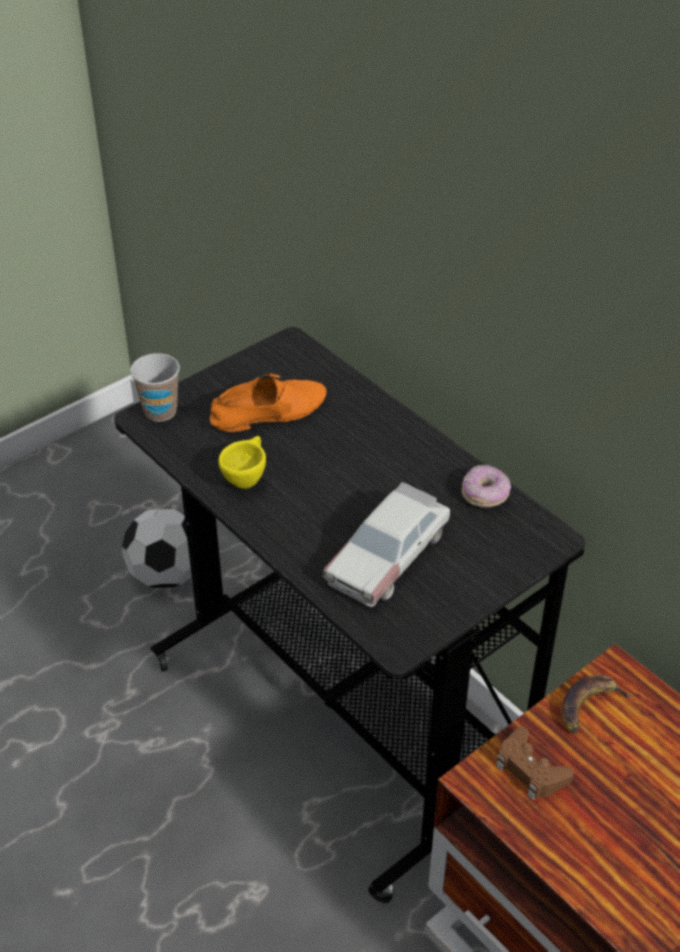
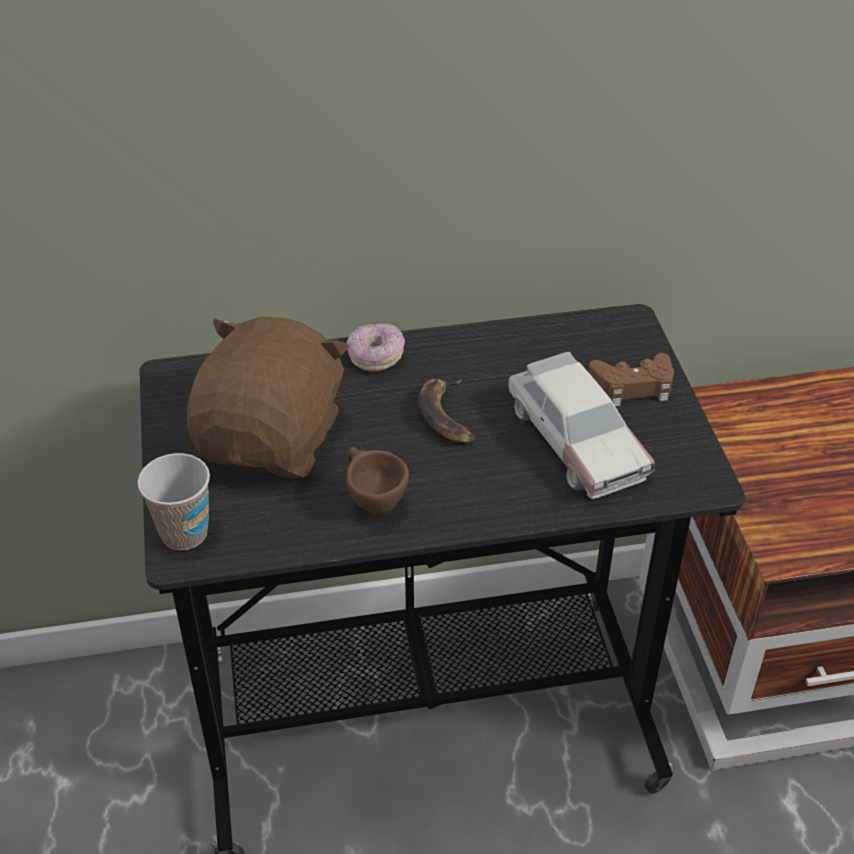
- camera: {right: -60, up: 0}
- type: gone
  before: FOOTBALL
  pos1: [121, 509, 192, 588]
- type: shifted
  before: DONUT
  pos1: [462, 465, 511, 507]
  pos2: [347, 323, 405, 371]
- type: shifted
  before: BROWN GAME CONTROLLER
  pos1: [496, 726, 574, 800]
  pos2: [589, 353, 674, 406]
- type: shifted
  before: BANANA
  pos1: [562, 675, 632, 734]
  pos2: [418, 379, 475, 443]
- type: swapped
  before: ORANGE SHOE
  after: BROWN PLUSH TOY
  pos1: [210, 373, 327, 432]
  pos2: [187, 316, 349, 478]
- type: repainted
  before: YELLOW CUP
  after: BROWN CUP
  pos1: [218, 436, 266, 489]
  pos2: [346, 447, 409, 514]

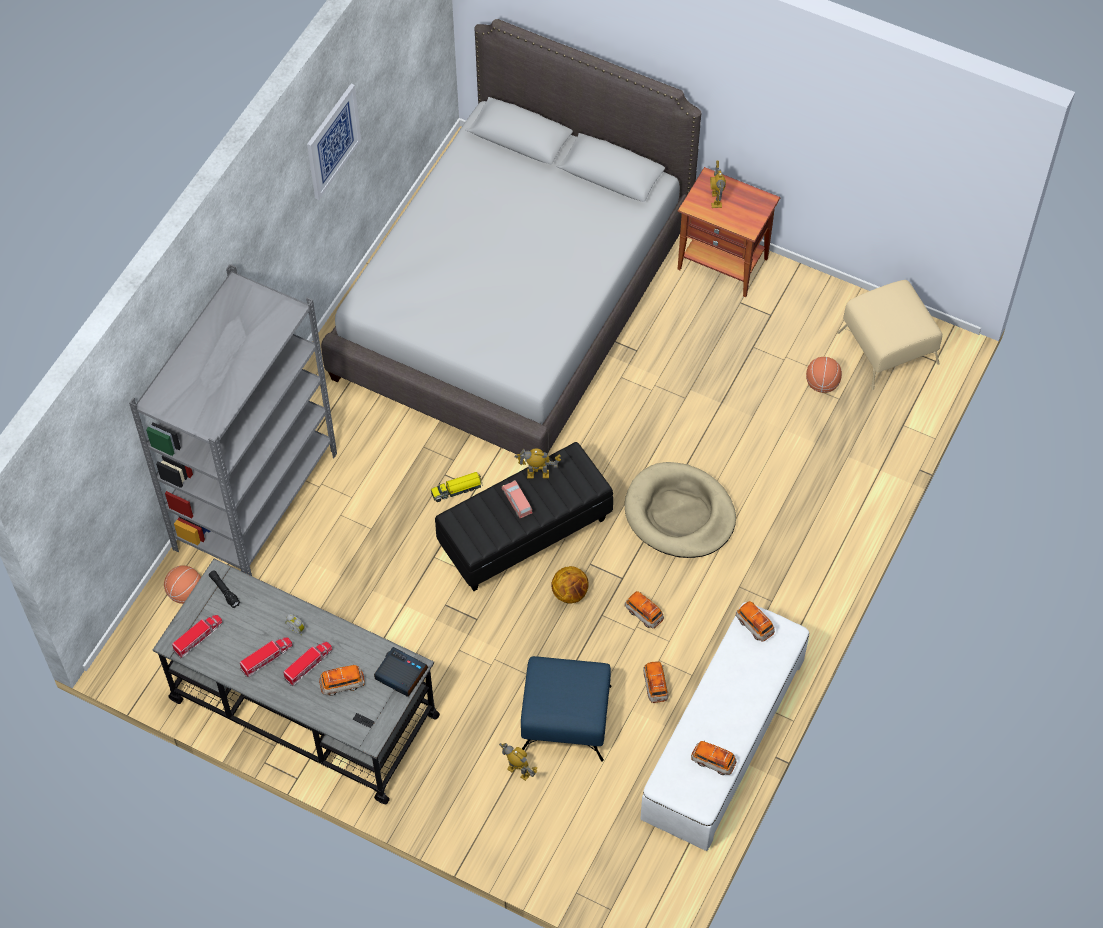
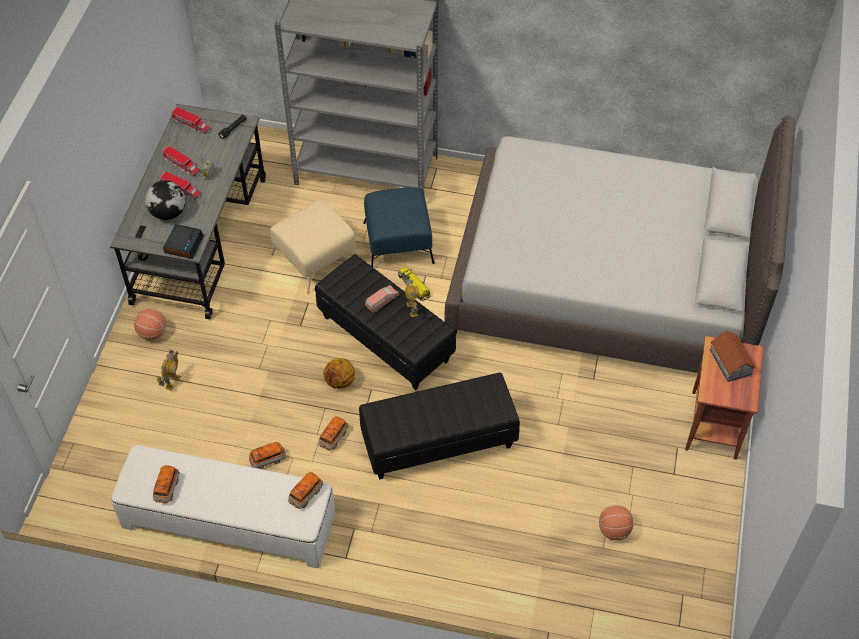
- camera: {right: 75, up: -5}
- type: gone
  before: PICTURE
  pos1: [307, 84, 361, 200]
- type: shifted
  before: BASKETBALL
  pos1: [164, 565, 201, 604]
  pos2: [134, 309, 166, 340]
- type: shifted
  before: BLUE OTTOMAN
  pos1: [521, 656, 611, 761]
  pos2: [363, 187, 434, 267]
- type: shifted
  before: BEIGE OTTOMAN
  pos1: [837, 280, 943, 390]
  pos2: [270, 199, 356, 294]
- type: swapped
  before: TOY CAR
  after: GLOBE
  pos1: [319, 664, 365, 696]
  pos2: [145, 180, 186, 220]
- type: swapped
  before: BEIGE DOG BED
  after: BLACK OTTOMAN
  pos1: [625, 462, 736, 558]
  pos2: [359, 372, 520, 479]
- type: swapped
  before: TOY ROBOT
  after: TOY HOUSE
  pos1: [710, 160, 726, 208]
  pos2: [710, 330, 756, 382]

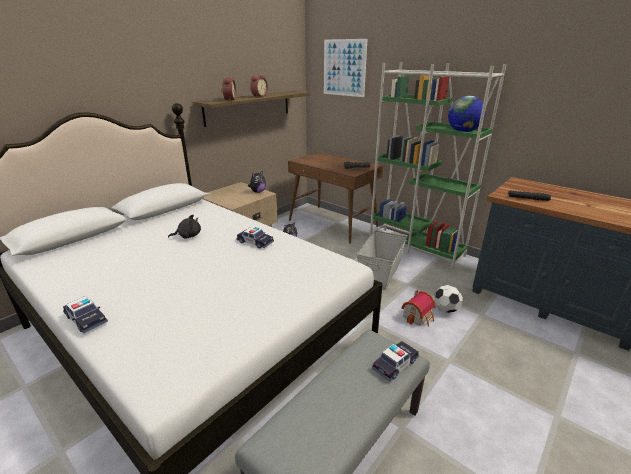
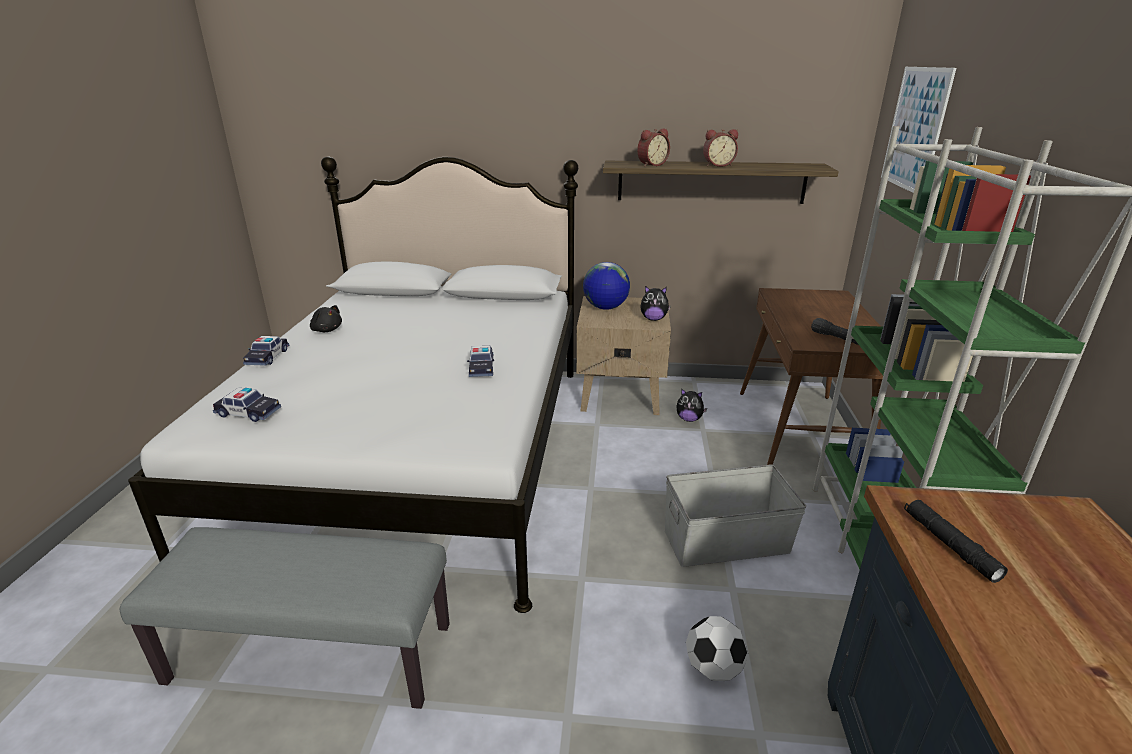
- camera: {right: 55, up: 0}
- type: gone
  before: TOY HOUSE
  pos1: [401, 290, 436, 327]
- type: shifted
  before: BLACK PLUSH TOY
  pos1: [168, 215, 201, 239]
  pos2: [310, 305, 342, 332]
- type: shifted
  before: TOY CAR
  pos1: [372, 341, 419, 381]
  pos2: [213, 387, 281, 422]
- type: shifted
  before: GLOBE
  pos1: [448, 96, 486, 132]
  pos2: [583, 262, 630, 310]

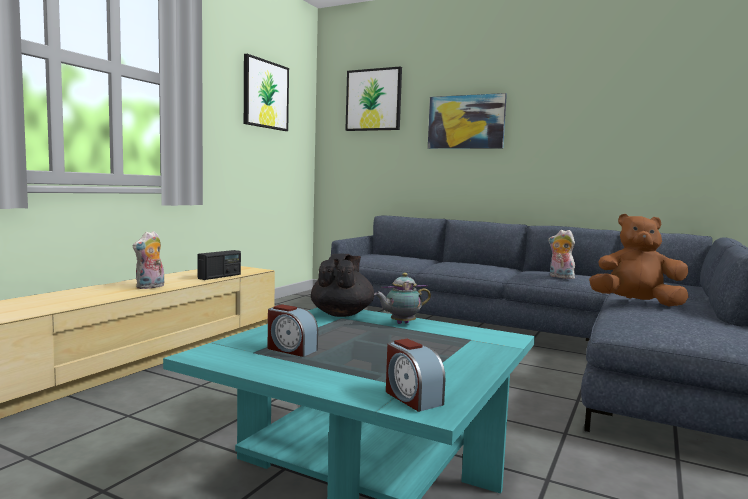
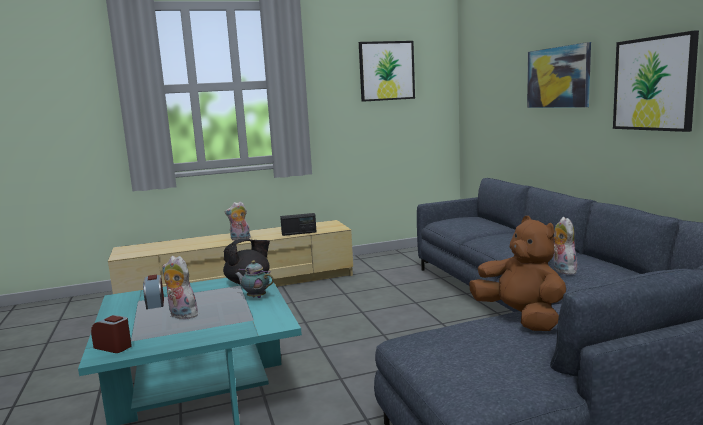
- camera: {right: 45, up: 5}
- type: new
  after: PLUSH TOY
  pos2: [162, 256, 198, 319]
- type: shifted
  before: PICTURE
  pos1: [345, 66, 402, 131]
  pos2: [613, 30, 699, 132]
- type: rotated
  before: ALARM CLOCK
  pos1: [386, 339, 445, 412]
  pos2: [91, 315, 132, 353]
  turn: 105

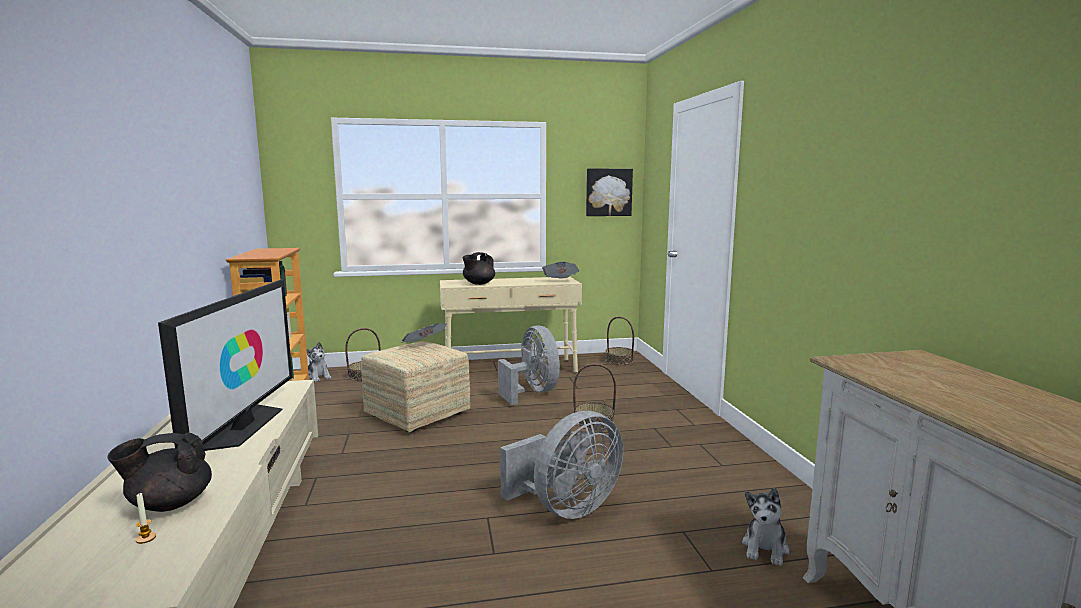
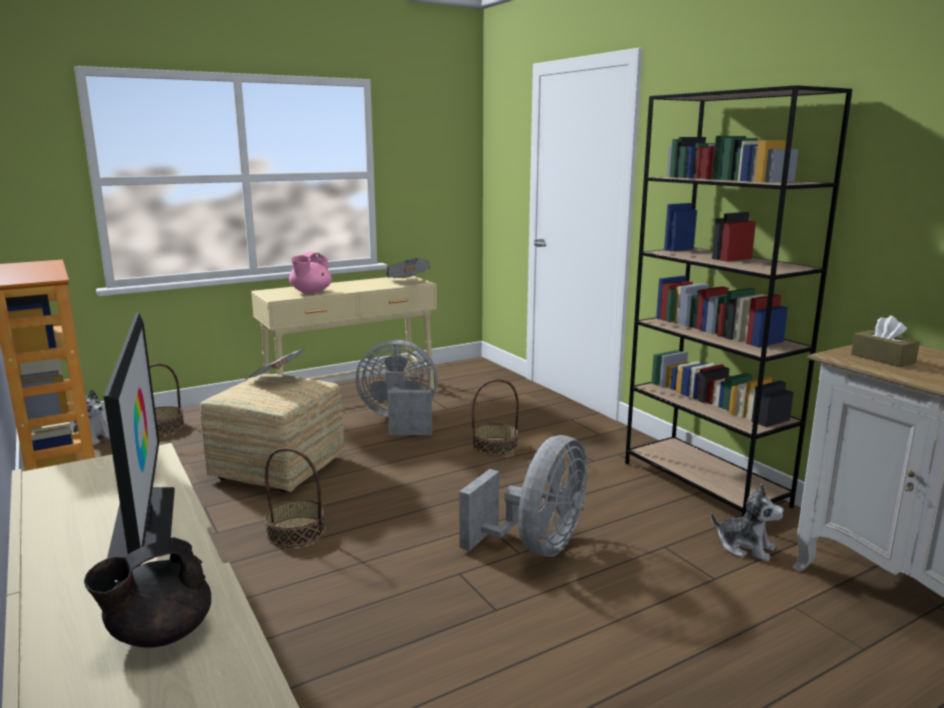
- camera: {right: -20, up: 5}
- type: gone
  before: CANDLE
  pos1: [136, 493, 156, 544]
- type: gone
  before: PICTURE
  pos1: [586, 169, 633, 216]
- type: new
  after: BEIGE BOOKCASE
  pos2: [625, 85, 852, 517]
- type: new
  after: BROWN TISSUE BOX
  pos2: [851, 316, 920, 367]
- type: shifted
  before: BASKET
  pos1: [605, 317, 635, 365]
  pos2: [265, 448, 326, 547]
- type: repainted
  before: BLACK TEAPOT
  after: PINK TEAPOT
  pos1: [463, 252, 495, 285]
  pos2: [289, 252, 332, 294]
- type: rotated
  before: GREY FAN
  pos1: [498, 326, 560, 405]
  pos2: [356, 340, 438, 435]
  turn: -45
- type: rotated
  before: PLUSH TOY
  pos1: [742, 488, 789, 566]
  pos2: [711, 484, 784, 562]
  turn: -60

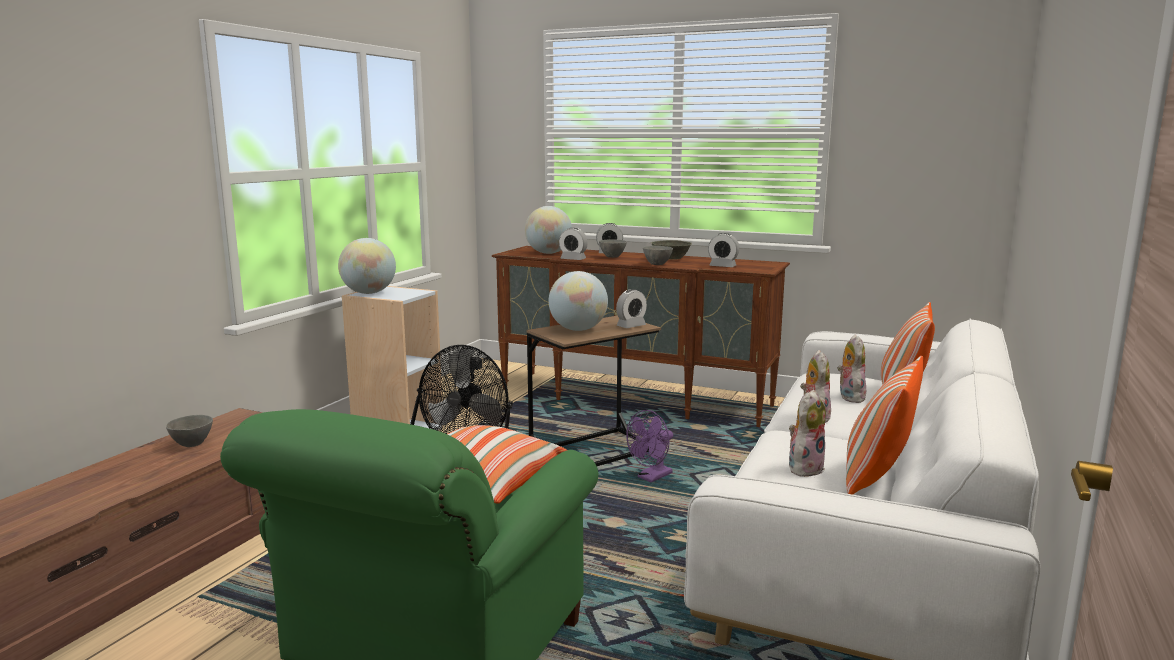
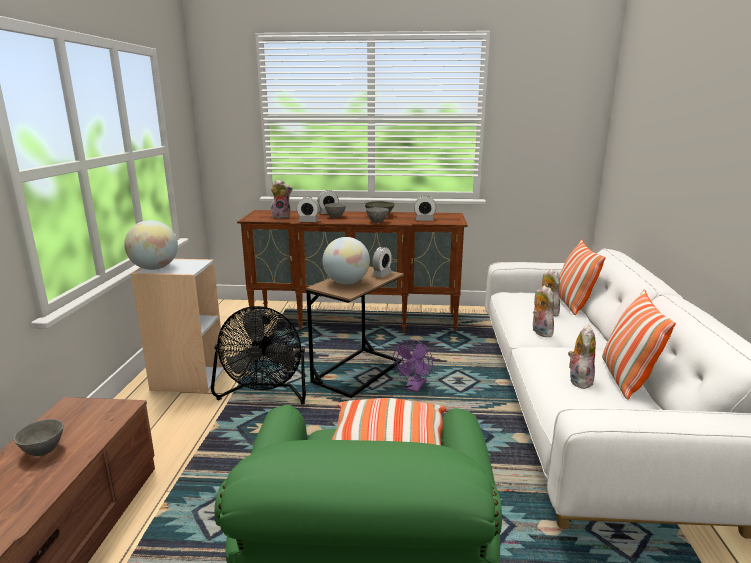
- camera: {right: -20, up: 5}
- type: swapped
  before: GLOBE
  after: PLUSH TOY
  pos1: [525, 206, 572, 254]
  pos2: [271, 180, 293, 218]

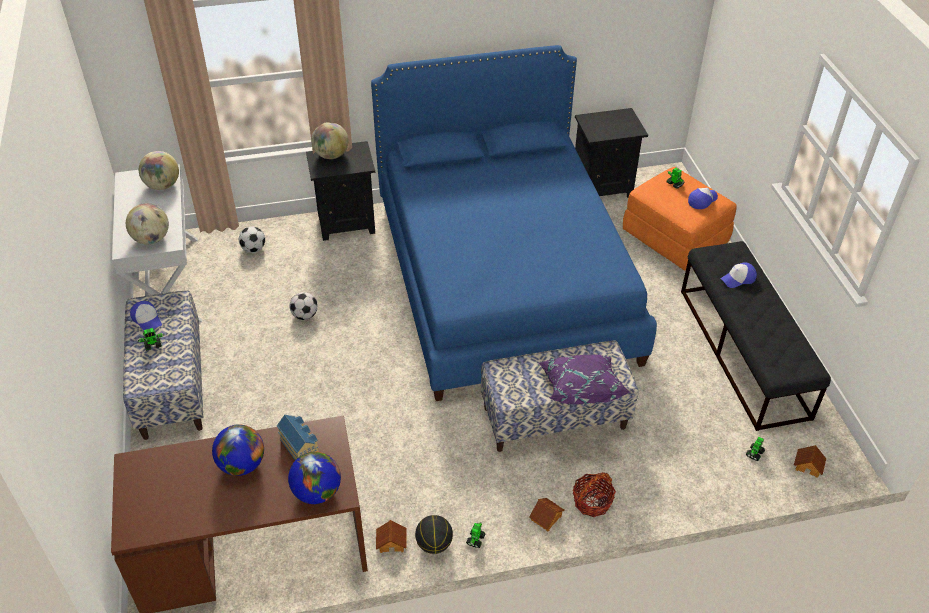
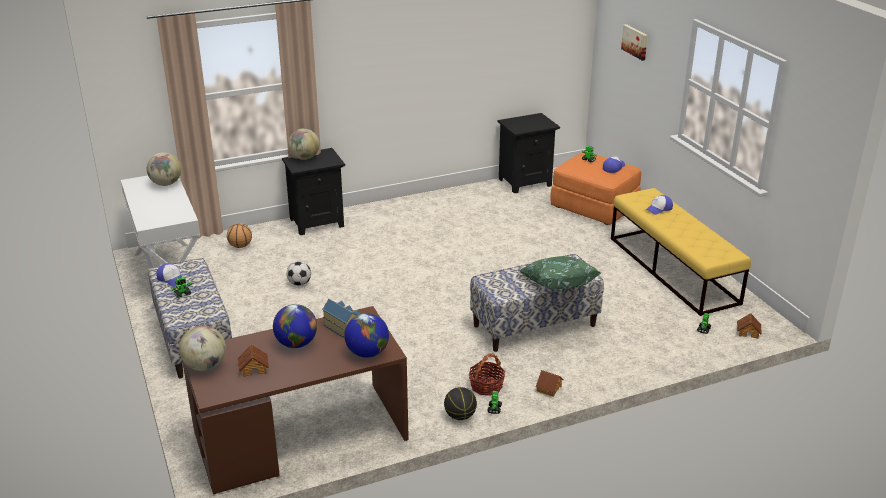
- camera: {right: -10, up: -15}
- type: gone
  before: BLUE BED
  pos1: [371, 45, 657, 401]
- type: new
  after: PICTURE
  pos2: [621, 24, 648, 61]
- type: shifted
  before: GLOBE
  pos1: [126, 203, 169, 244]
  pos2: [179, 326, 226, 371]
- type: shifted
  before: TOY HOUSE
  pos1: [376, 520, 406, 553]
  pos2: [238, 344, 269, 377]
- type: shifted
  before: BASKET
  pos1: [573, 472, 616, 517]
  pos2: [469, 353, 505, 396]
- type: swapped
  before: FOOTBALL
  after: BASKETBALL
  pos1: [239, 227, 265, 253]
  pos2: [227, 223, 252, 248]
- type: repainted
  before: PURPLE PILLOW
  after: GREEN PILLOW
  pos1: [538, 355, 630, 405]
  pos2: [519, 256, 601, 289]
- type: repainted
  before: BLACK BENCH
  after: YELLOW BENCH
  pos1: [681, 241, 831, 431]
  pos2: [611, 188, 751, 316]

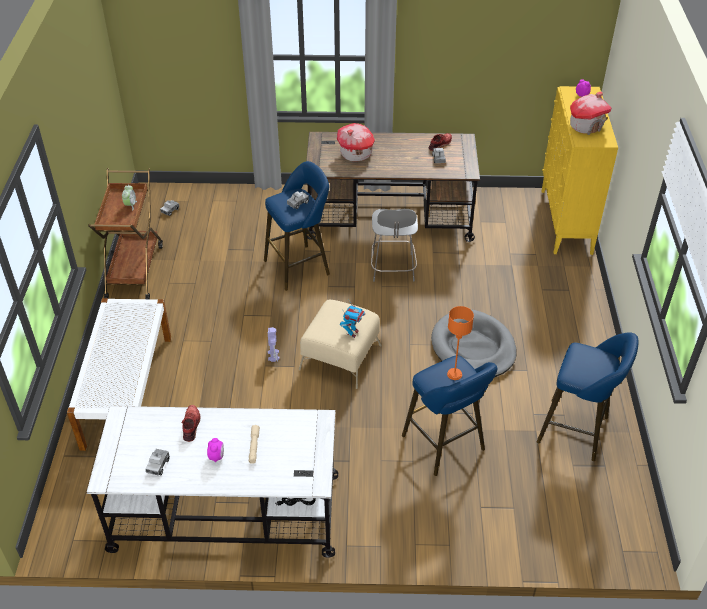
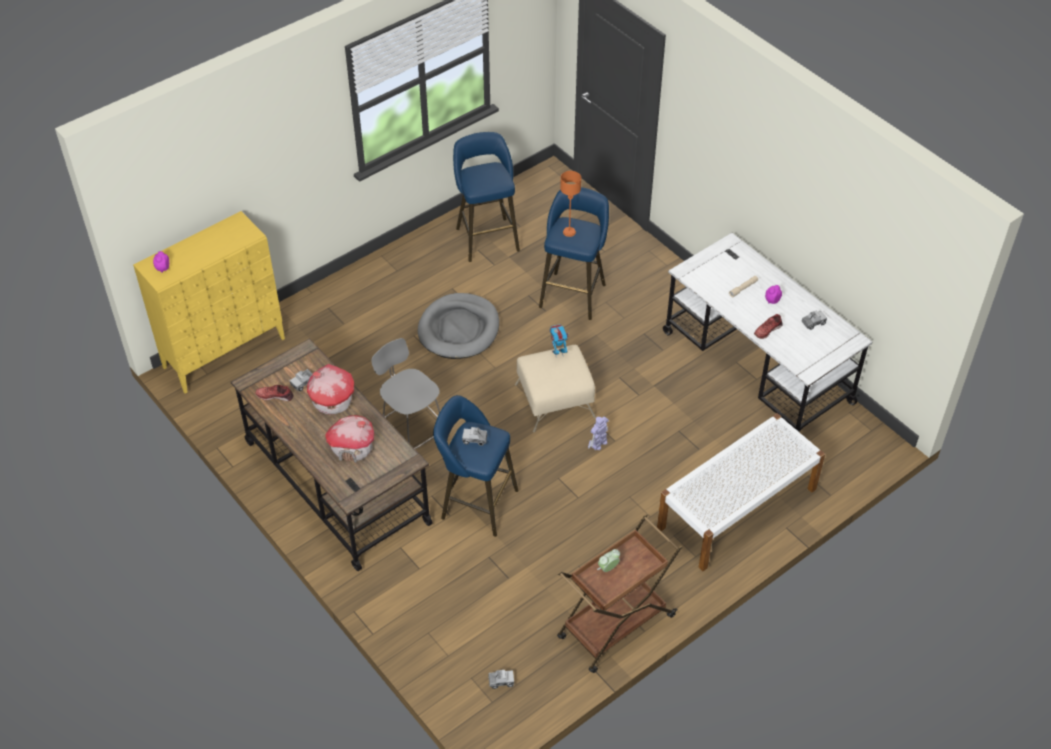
- camera: {right: -130, up: 5}
- type: shifted
  before: TOY HOUSE
  pos1: [570, 92, 612, 135]
  pos2: [307, 364, 354, 414]
- type: rotated
  before: GREY CHAIR
  pos1: [371, 209, 418, 282]
  pos2: [371, 338, 440, 449]
  turn: -90

